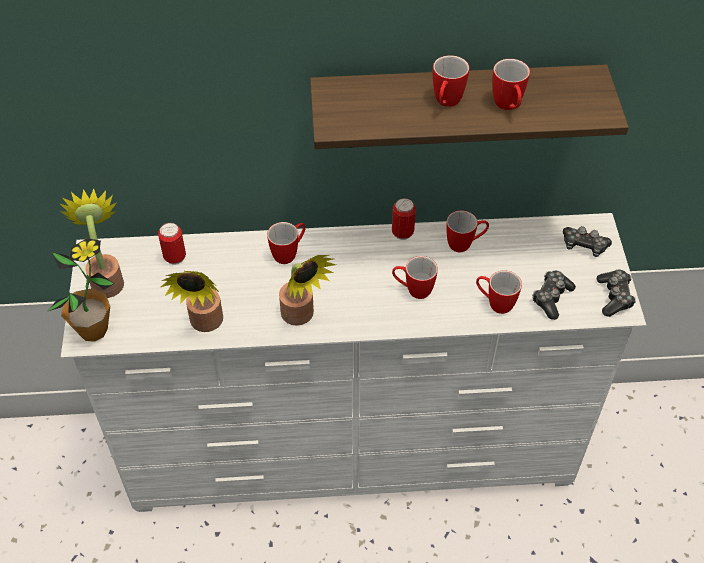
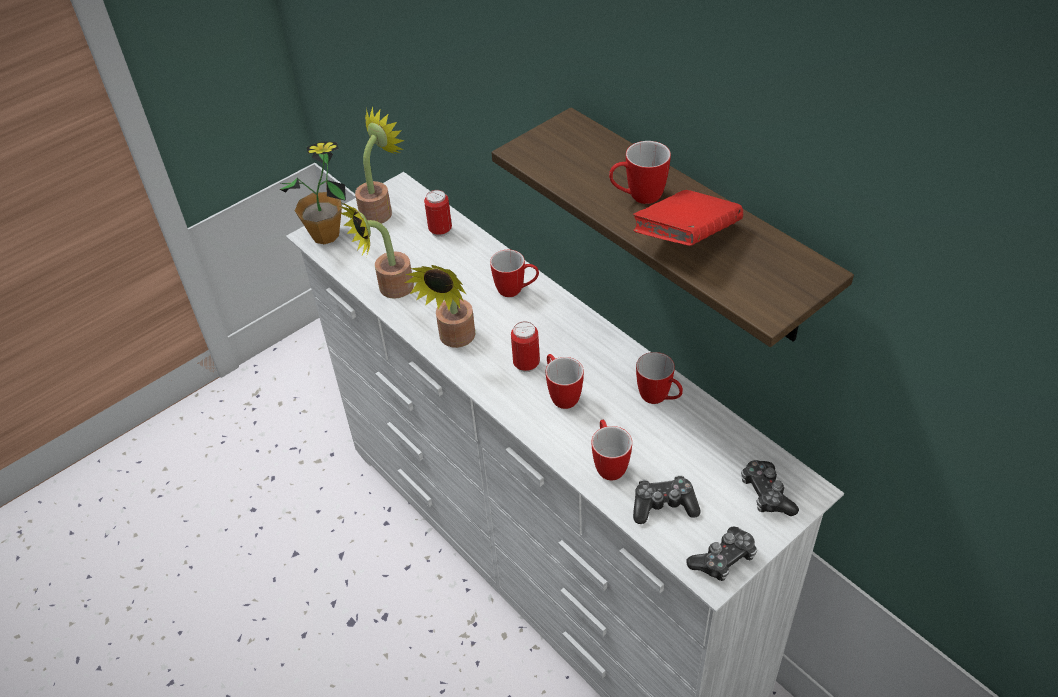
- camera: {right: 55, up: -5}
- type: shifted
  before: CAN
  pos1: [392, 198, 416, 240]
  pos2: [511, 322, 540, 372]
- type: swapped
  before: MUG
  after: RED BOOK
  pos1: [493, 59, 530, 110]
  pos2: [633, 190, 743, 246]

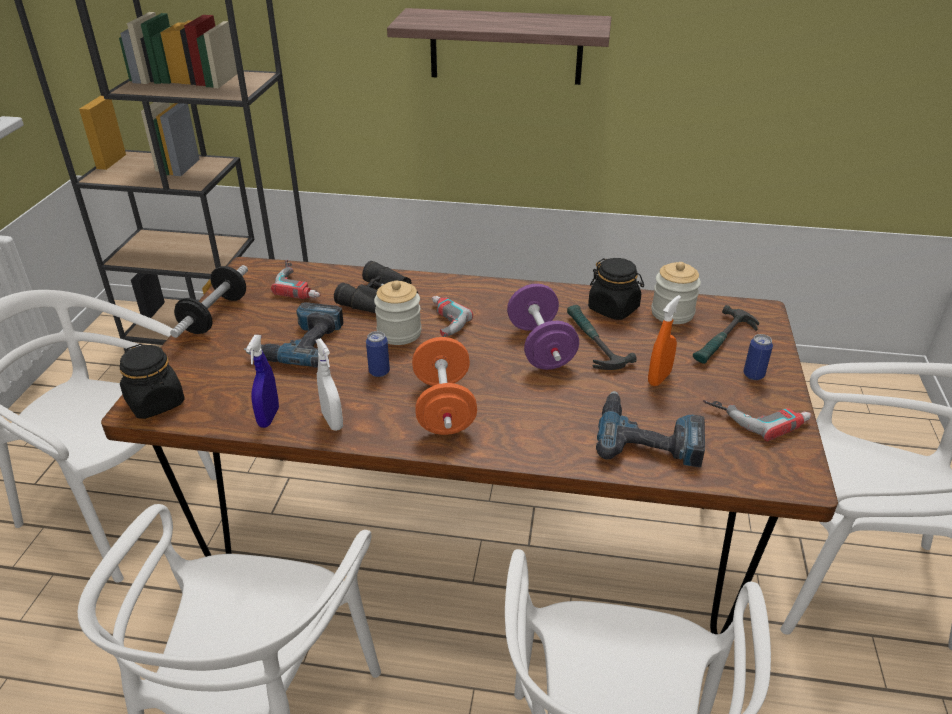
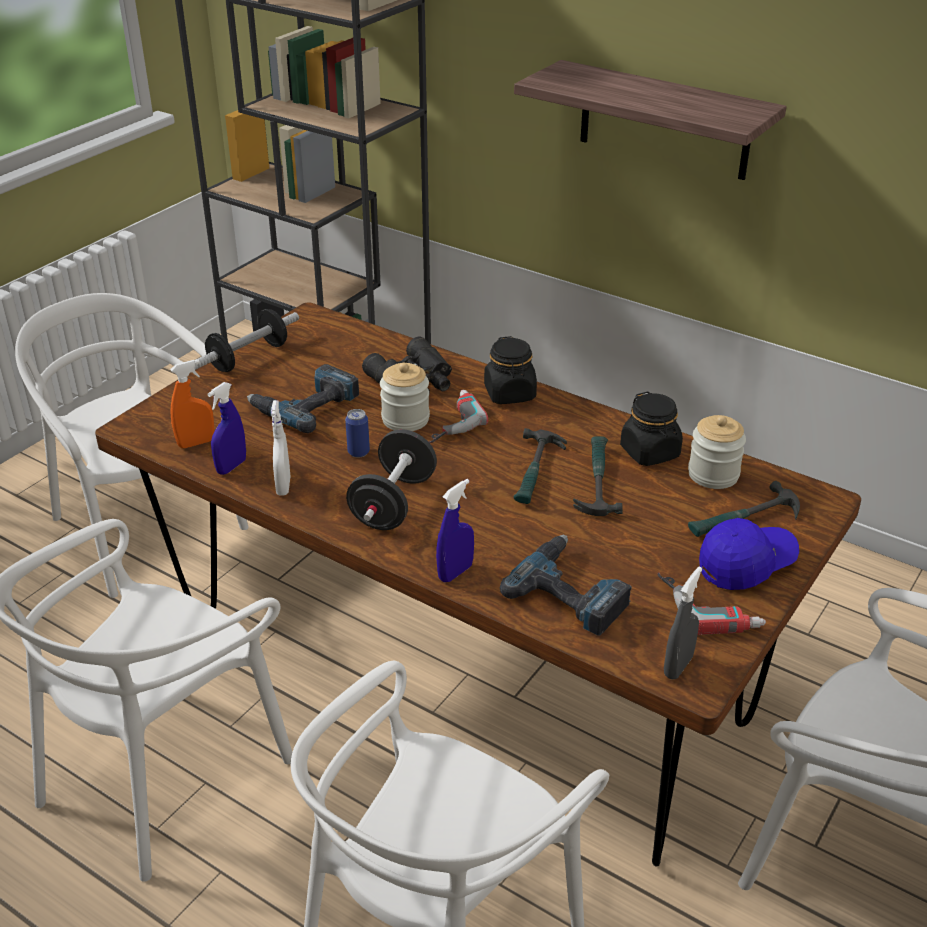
- camera: {right: 25, up: 0}
- type: gone
  before: POWER DRILL
  pos1: [271, 260, 320, 299]
- type: new
  after: BLUE SPRAY BOTTLE
  pos2: [436, 479, 474, 582]
- type: new
  after: GREY SPRAY BOTTLE
  pos2: [664, 566, 702, 680]
- type: shifted
  before: BLACK JAR
  pos1: [120, 344, 185, 419]
  pos2: [484, 336, 537, 404]
- type: shifted
  before: ORANGE SPRAY BOTTLE
  pos1: [648, 295, 681, 386]
  pos2: [170, 359, 215, 448]
- type: swapped
  before: PURPLE DUMBBELL
  after: HAMMER
  pos1: [507, 284, 579, 370]
  pos2: [514, 428, 567, 504]
- type: swapped
  before: CAN
  after: BLUE CAP
  pos1: [743, 334, 773, 380]
  pos2: [699, 518, 799, 590]
- type: repainted
  before: ORANGE DUMBBELL
  after: BLACK DUMBBELL
  pos1: [412, 337, 477, 435]
  pos2: [346, 429, 437, 530]

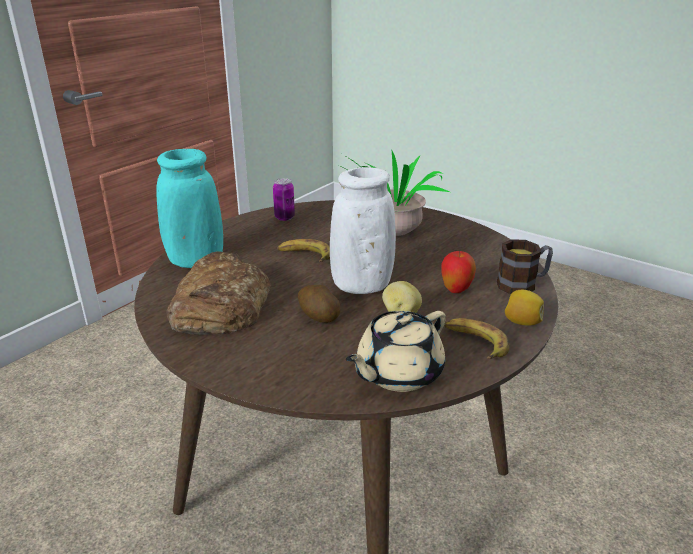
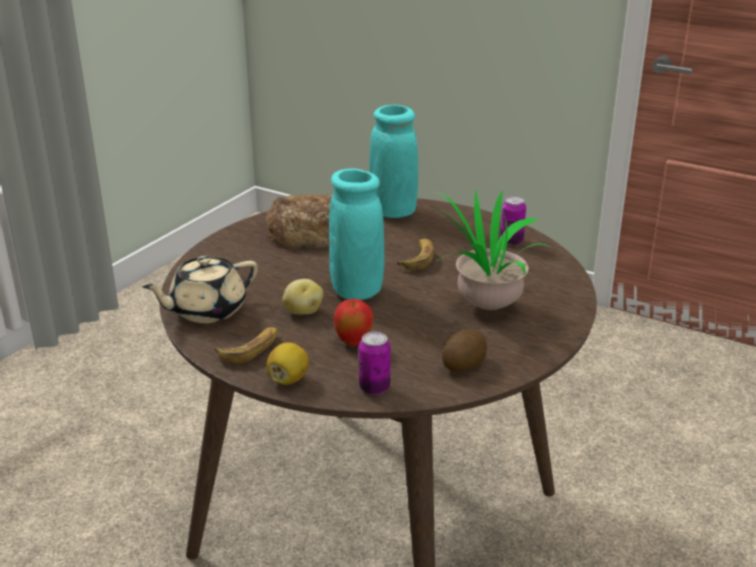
- camera: {right: 85, up: 0}
- type: shifted
  before: POTATO
  pos1: [298, 285, 340, 323]
  pos2: [442, 330, 487, 371]
- type: swapped
  before: MUG
  after: CAN
  pos1: [497, 239, 553, 294]
  pos2: [359, 332, 391, 395]
- type: repainted
  before: WHITE VASE
  after: TURQUOISE VASE
  pos1: [330, 167, 396, 294]
  pos2: [329, 169, 385, 300]
- type: rotated
  before: BEIGE TEAPOT
  pos1: [346, 311, 446, 392]
  pos2: [142, 256, 258, 323]
  turn: -75

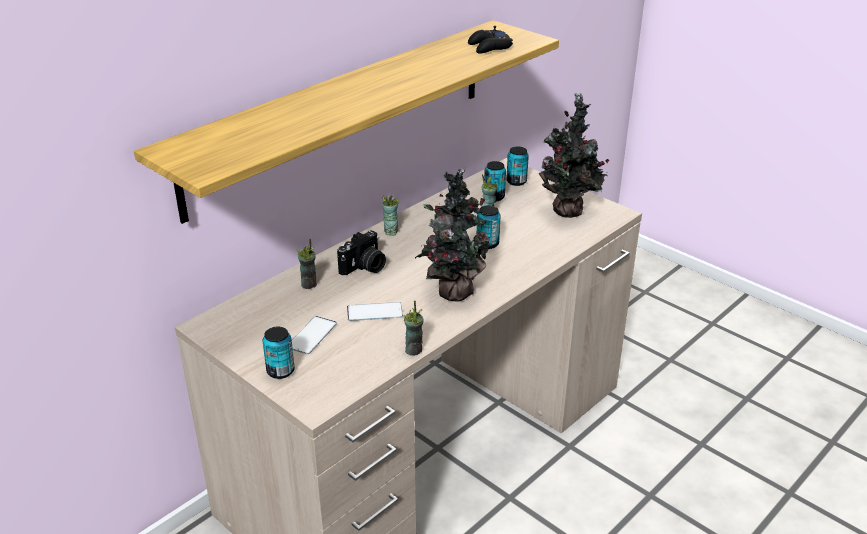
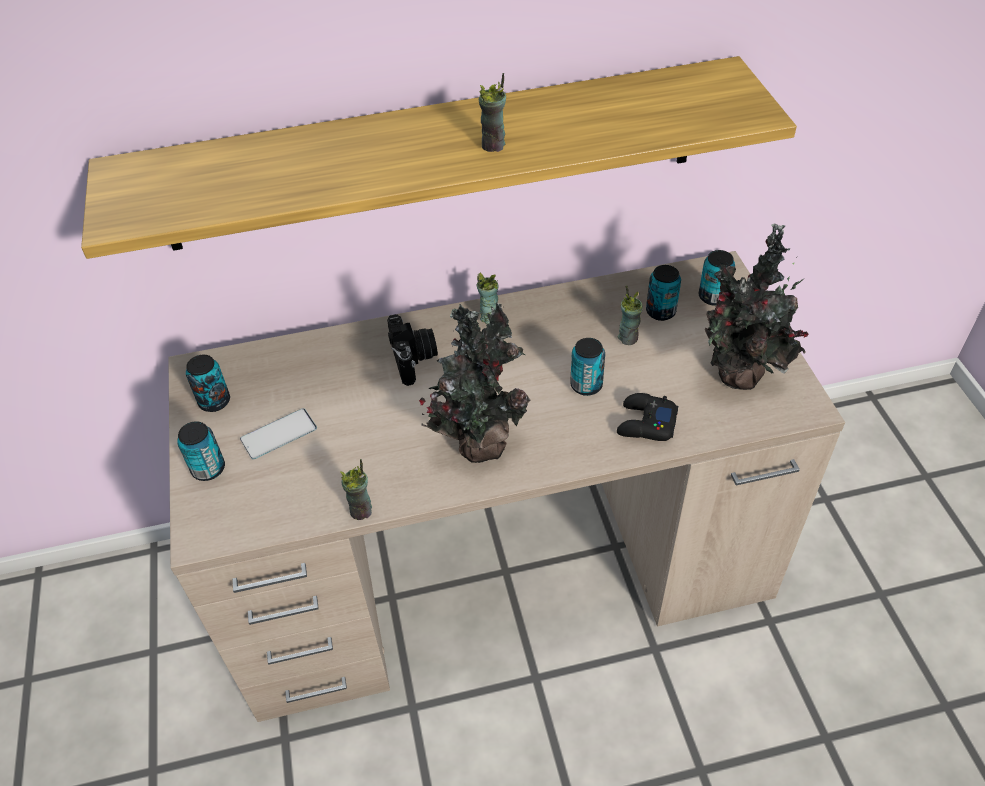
- camera: {right: 35, up: 15}
- type: gone
  before: PHONE
  pos1: [347, 302, 403, 321]
- type: new
  after: CAN
  pos2: [186, 355, 230, 412]
- type: shifted
  before: CUP
  pos1: [297, 239, 317, 289]
  pos2: [479, 73, 506, 152]
- type: shifted
  before: BLACK GAME CONTROLLER
  pos1: [468, 26, 513, 54]
  pos2: [617, 393, 678, 441]
- type: rotated
  before: PHOTO CAMERA
  pos1: [337, 230, 386, 275]
  pos2: [387, 314, 438, 386]
  turn: -90

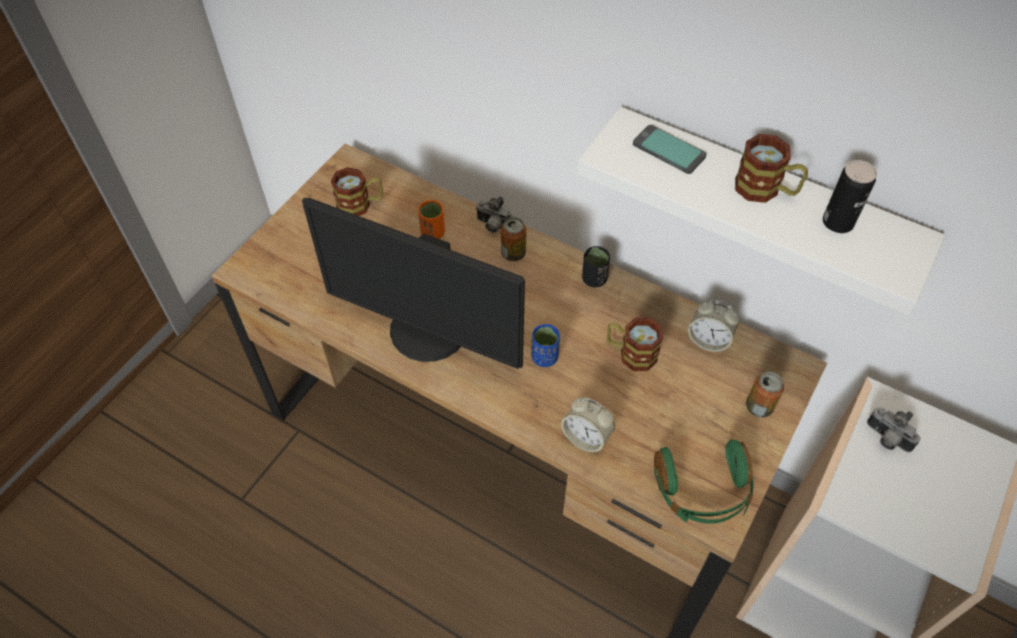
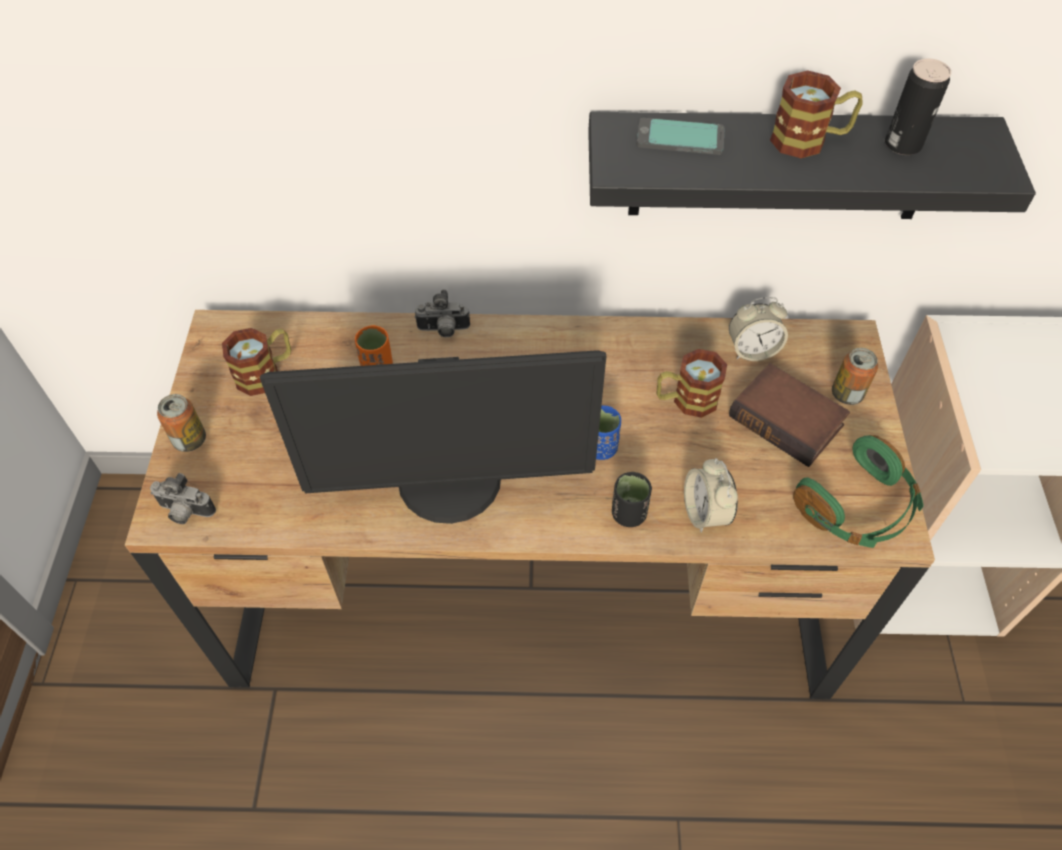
- camera: {right: -30, up: 0}
- type: new
  after: BOOK
  pos2: [729, 363, 850, 467]
- type: shifted
  before: CAN
  pos1: [501, 217, 527, 261]
  pos2: [157, 394, 206, 452]
- type: shifted
  before: BLACK CUP
  pos1: [582, 246, 610, 288]
  pos2: [612, 472, 652, 527]
- type: shifted
  before: PHOTO CAMERA
  pos1: [867, 407, 921, 452]
  pos2: [150, 473, 216, 524]
- type: repainted
  before: WHITE SHELF
  after: BLACK SHELF
  pos1: [577, 107, 945, 315]
  pos2: [588, 112, 1036, 219]
- type: rotated
  before: ALARM CLOCK
  pos1: [561, 398, 615, 453]
  pos2: [684, 458, 738, 533]
  turn: 75

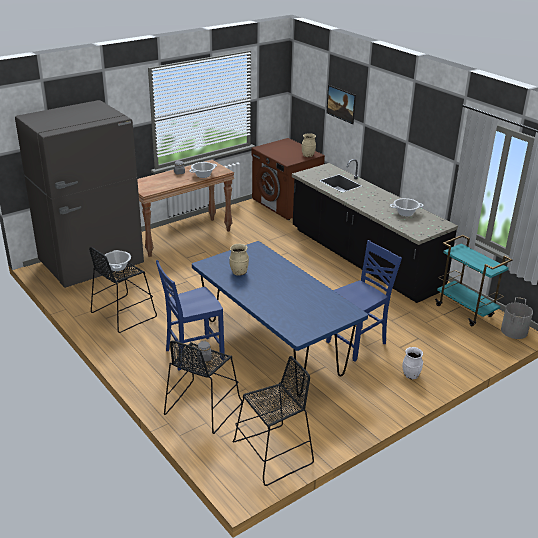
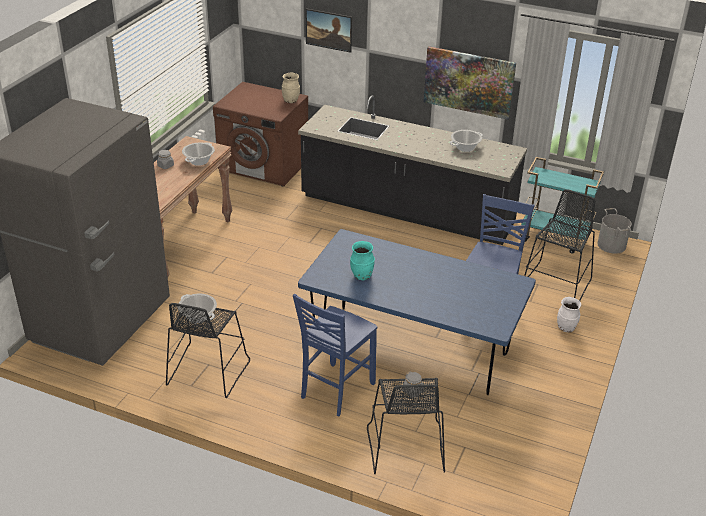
- camera: {right: -30, up: 5}
- type: new
  after: PICTURE
  pos2: [424, 46, 516, 120]
- type: shifted
  before: BLACK STOOL
  pos1: [232, 356, 314, 486]
  pos2: [524, 189, 595, 301]
- type: repainted
  before: BEIGE VASE
  after: TURQUOISE VASE
  pos1: [229, 244, 249, 276]
  pos2: [350, 241, 375, 280]

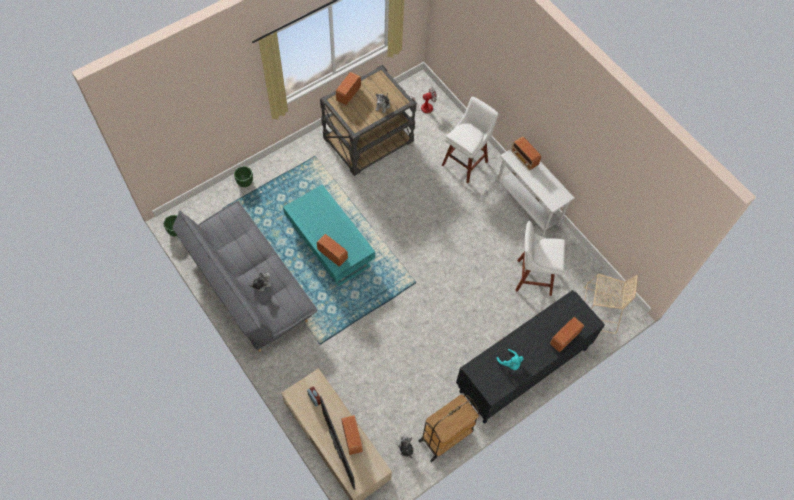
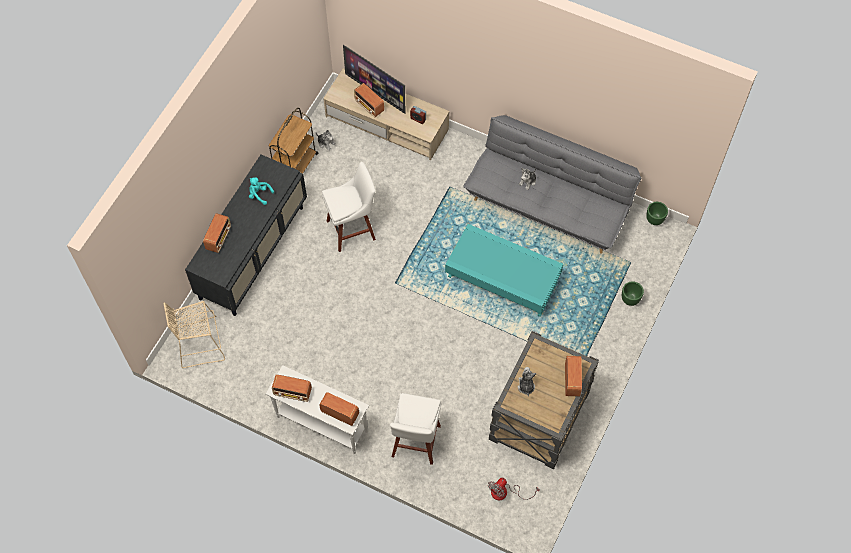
- camera: {right: 155, up: 0}
- type: shifted
  before: RADIO
  pos1: [317, 234, 348, 267]
  pos2: [272, 375, 312, 402]
- type: shifted
  before: WHITE STOOL
  pos1: [516, 221, 565, 296]
  pos2: [322, 162, 376, 252]

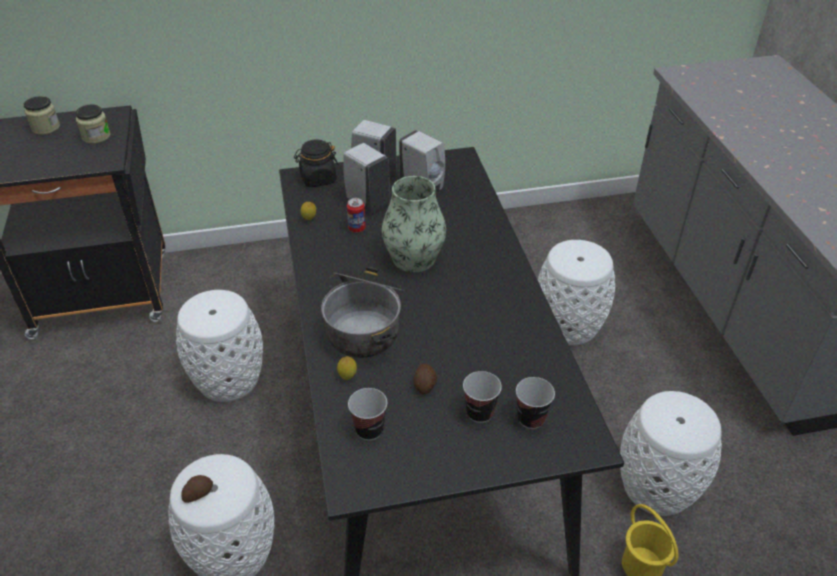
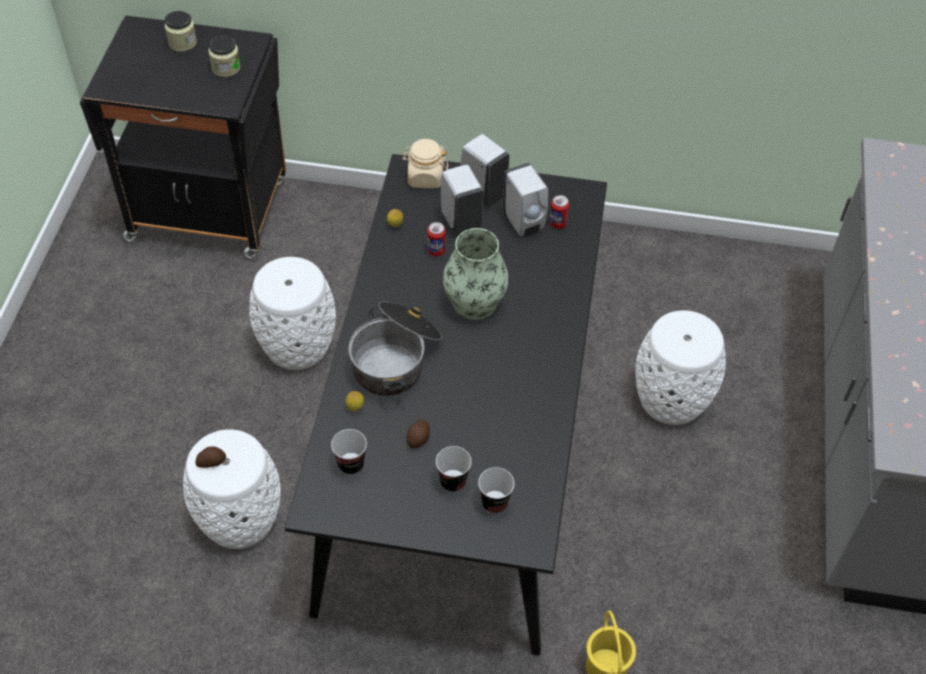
- camera: {right: 20, up: 10}
- type: gone
  before: WHITE STOOL
  pos1: [620, 391, 722, 516]
- type: new
  after: CAN
  pos2: [549, 195, 569, 229]
- type: repainted
  before: BLACK JAR
  after: BEIGE JAR
  pos1: [294, 140, 338, 187]
  pos2: [402, 139, 448, 189]

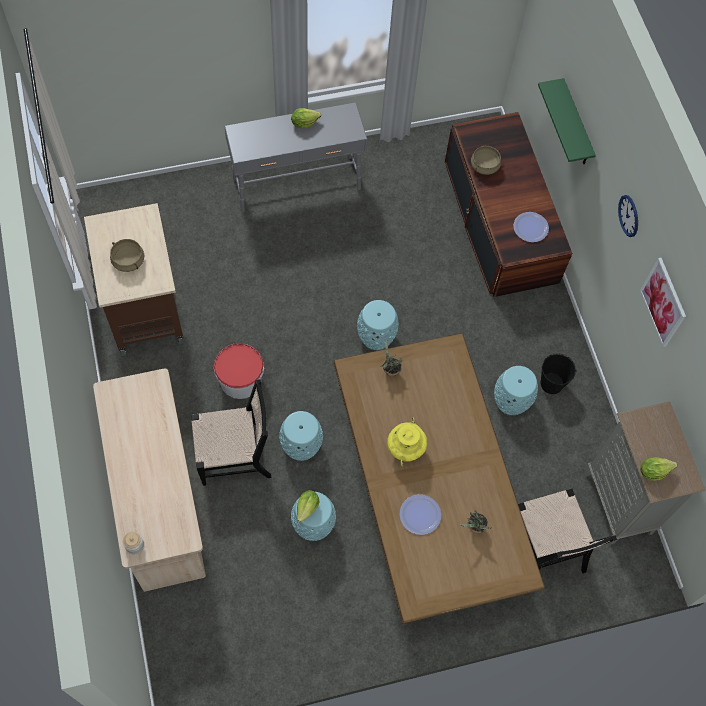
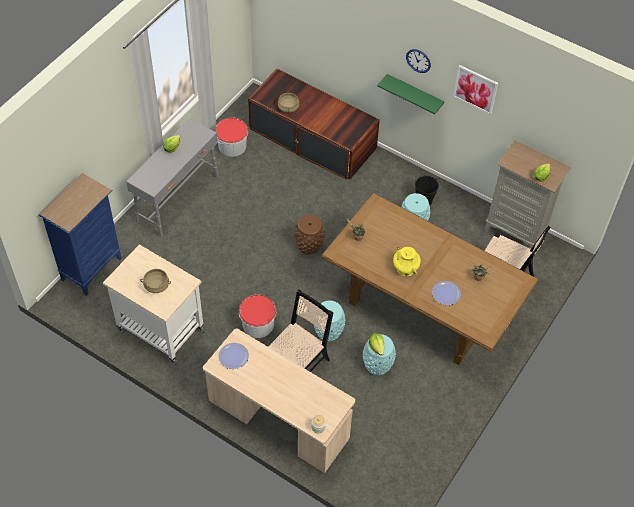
- camera: {right: -40, up: -10}
- type: new
  after: BLUE DRESSER
  pos2: [39, 173, 122, 296]
- type: new
  after: BUCKET
  pos2: [215, 117, 248, 157]
- type: shifted
  before: PLATE
  pos1: [513, 212, 549, 242]
  pos2: [219, 343, 249, 369]
- type: shifted
  before: GREEN SHELF
  pos1: [538, 78, 596, 164]
  pos2: [377, 74, 445, 114]
- type: repainted
  before: BROWN CART
  after: WHITE CART
  pos1: [84, 203, 183, 357]
  pos2: [103, 244, 205, 365]
- type: repainted
  before: TURQUOISE STOOL
  after: BROWN STOOL
  pos1: [357, 300, 399, 350]
  pos2: [294, 215, 325, 254]

